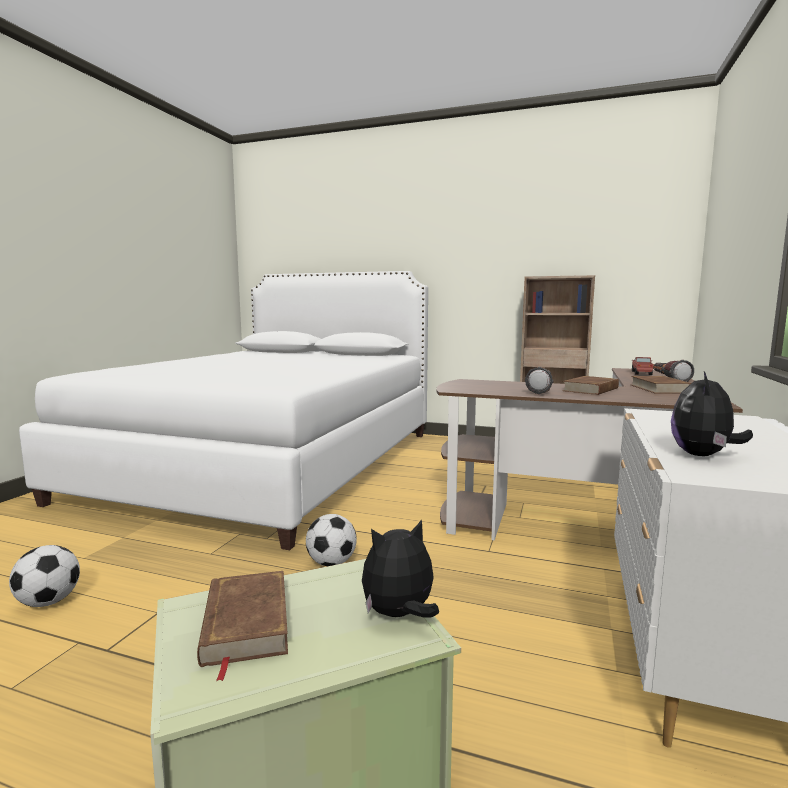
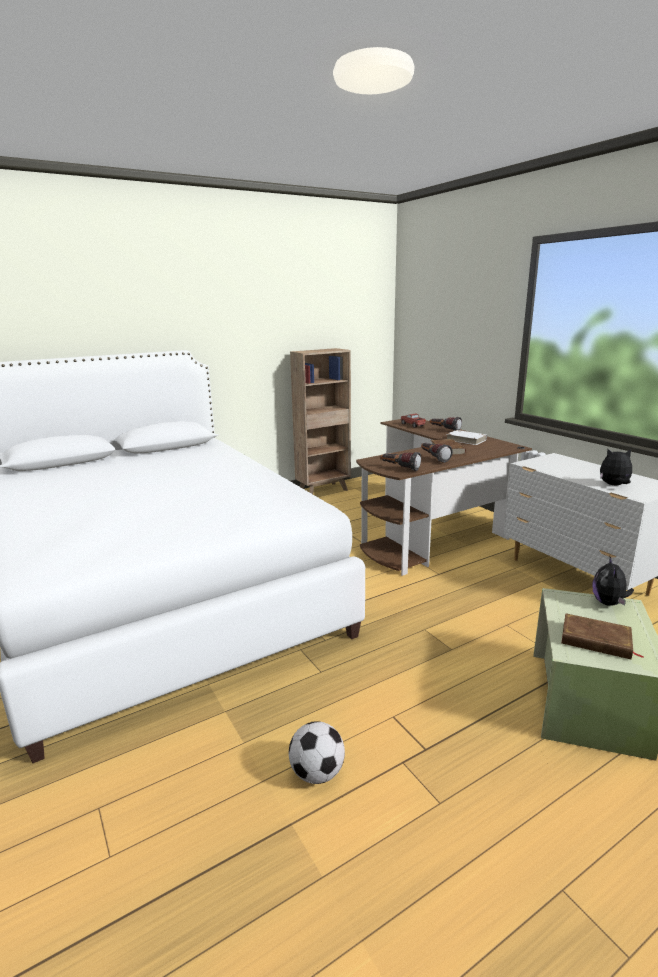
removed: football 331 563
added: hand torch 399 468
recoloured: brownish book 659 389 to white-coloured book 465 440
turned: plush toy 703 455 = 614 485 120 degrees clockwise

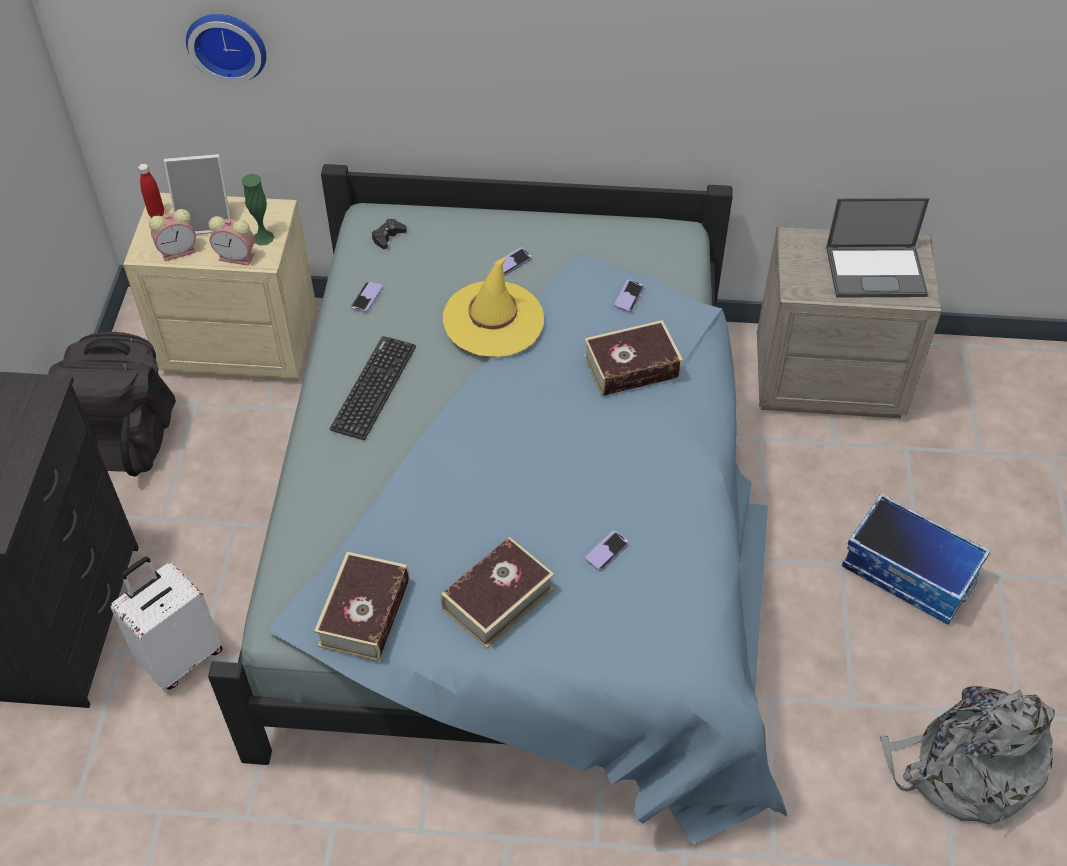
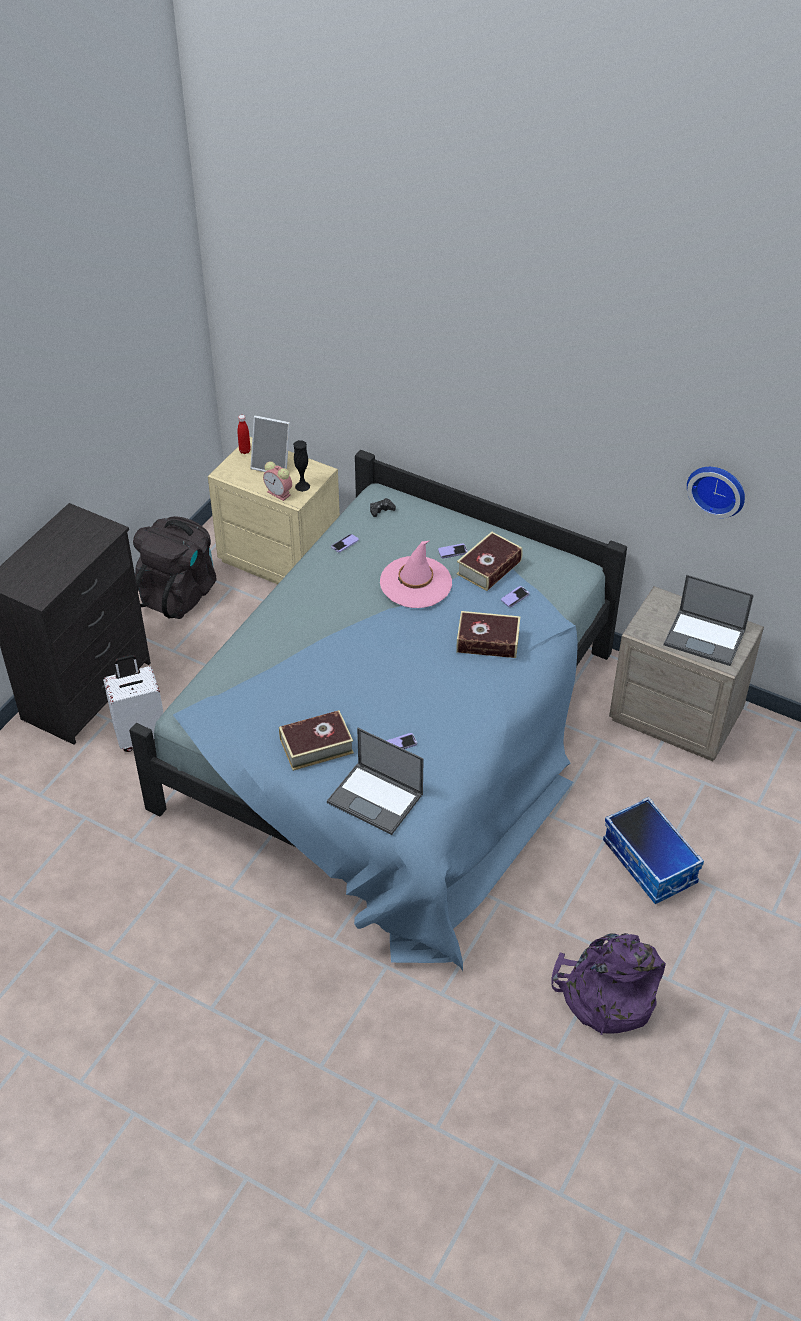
removed: table clock 179 251; PC keyboard 374 388
added: laptop 376 798
moved: wall clock 227 44 to 717 489; book 364 613 to 489 567
recoloured: green decorative vase 263 237 to black decorative vase 302 486; yellow-coloured hat 493 319 to pink-coloured hat 416 582; grey rucksack 963 769 to purple rucksack 605 995

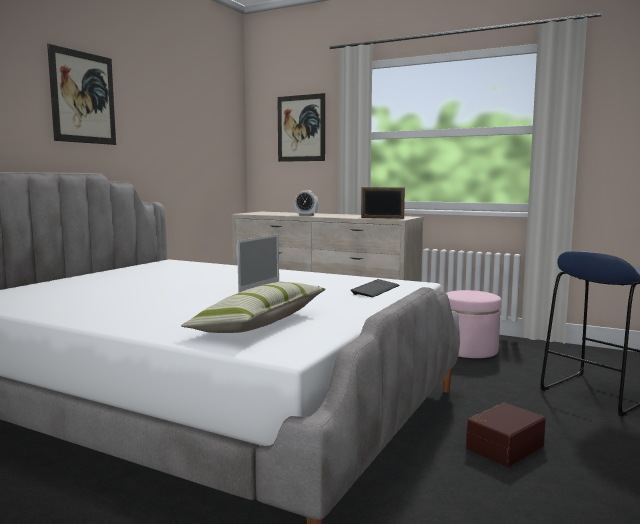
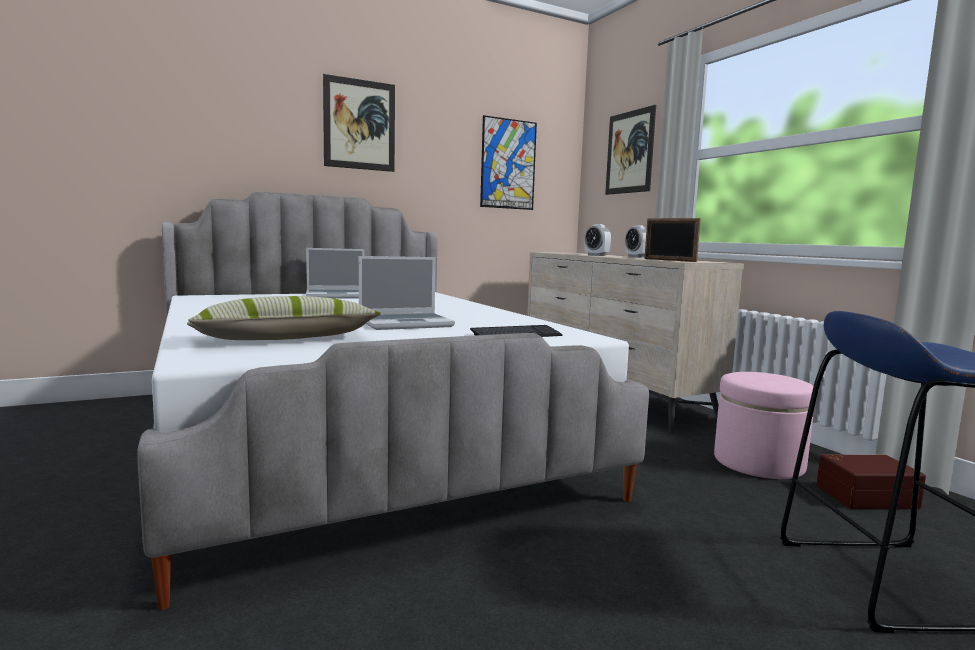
added: laptop 337 296; wall picture 508 164; table clock 636 256
moved: brownish storage container 503 446 to 864 495

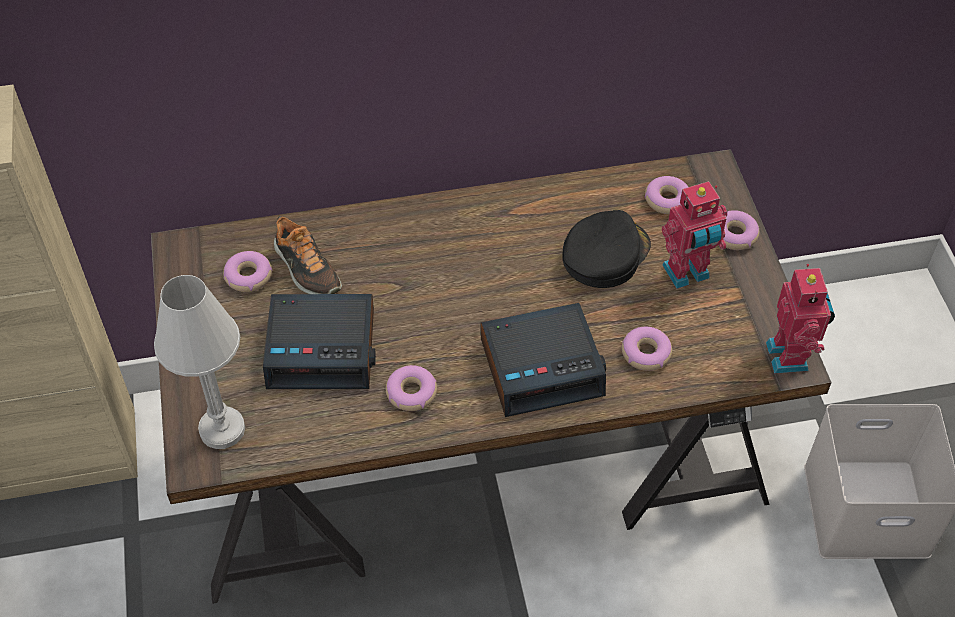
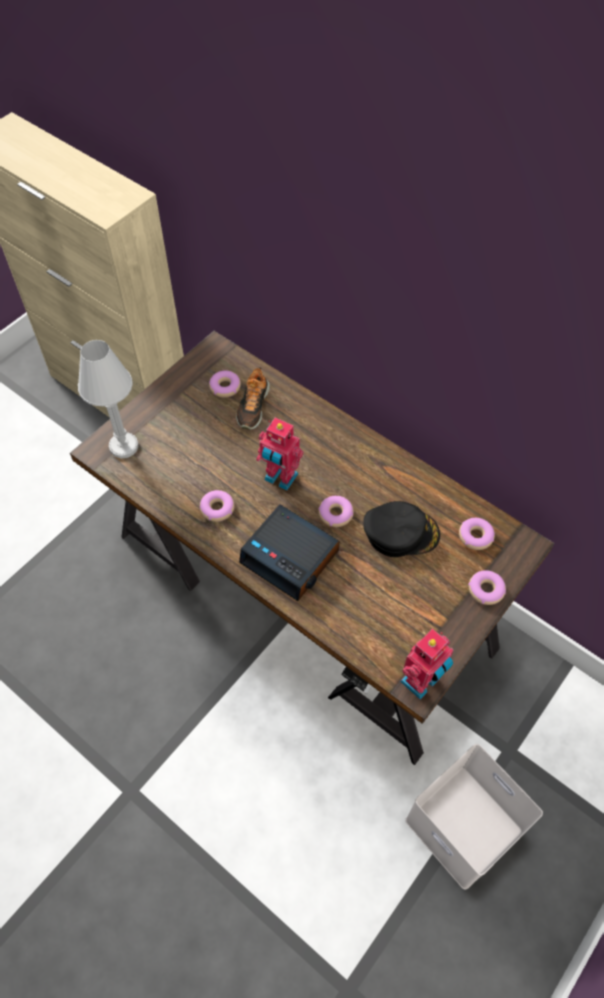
removed: table clock 323 349
moved: donut 645 353 to 335 514; toy robot 687 274 to 280 478

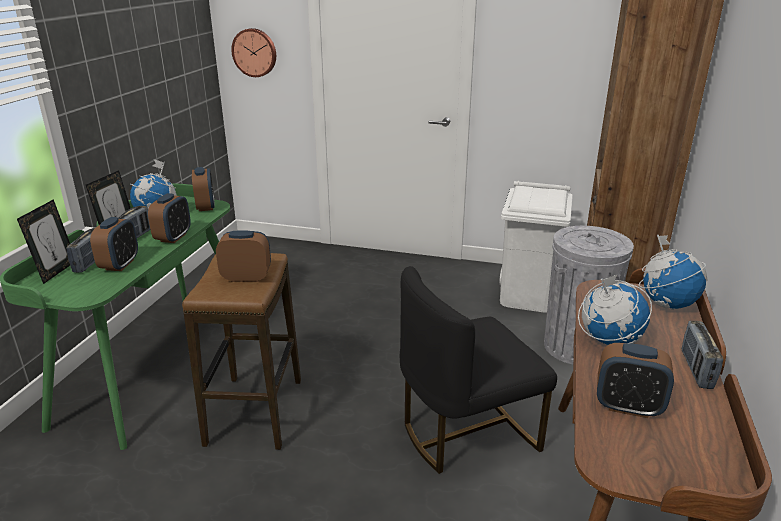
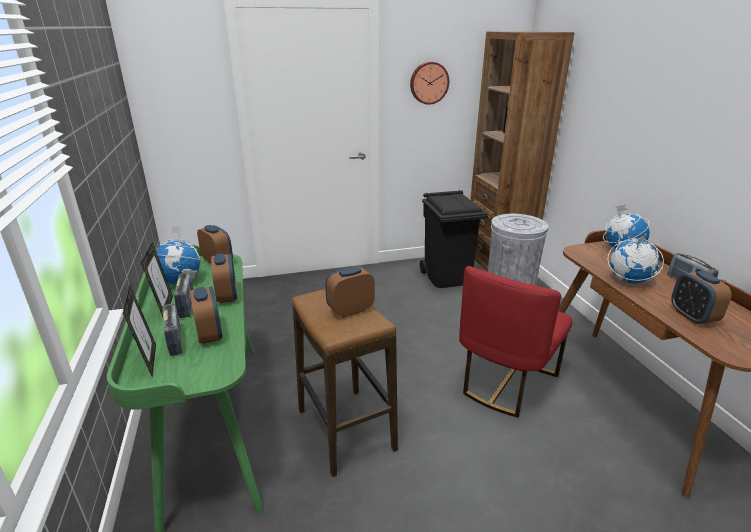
moved: wall clock 255 52 to 429 83
recoloured: black upright chair 466 432 to reddish upright chair 504 382; white-coloured rubbish bin 528 296 to black rubbish bin 447 277
turned: table clock 628 406 = 692 316 90 degrees clockwise

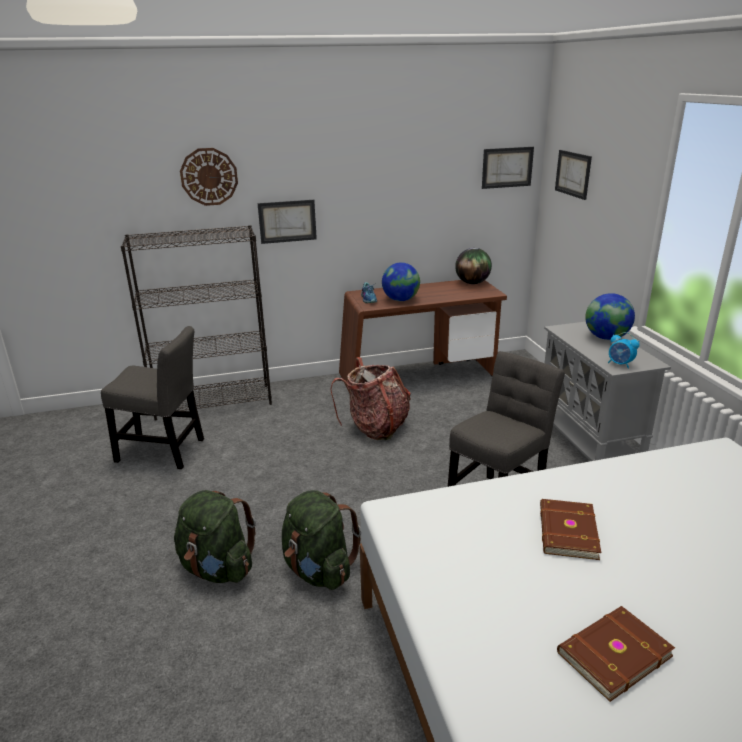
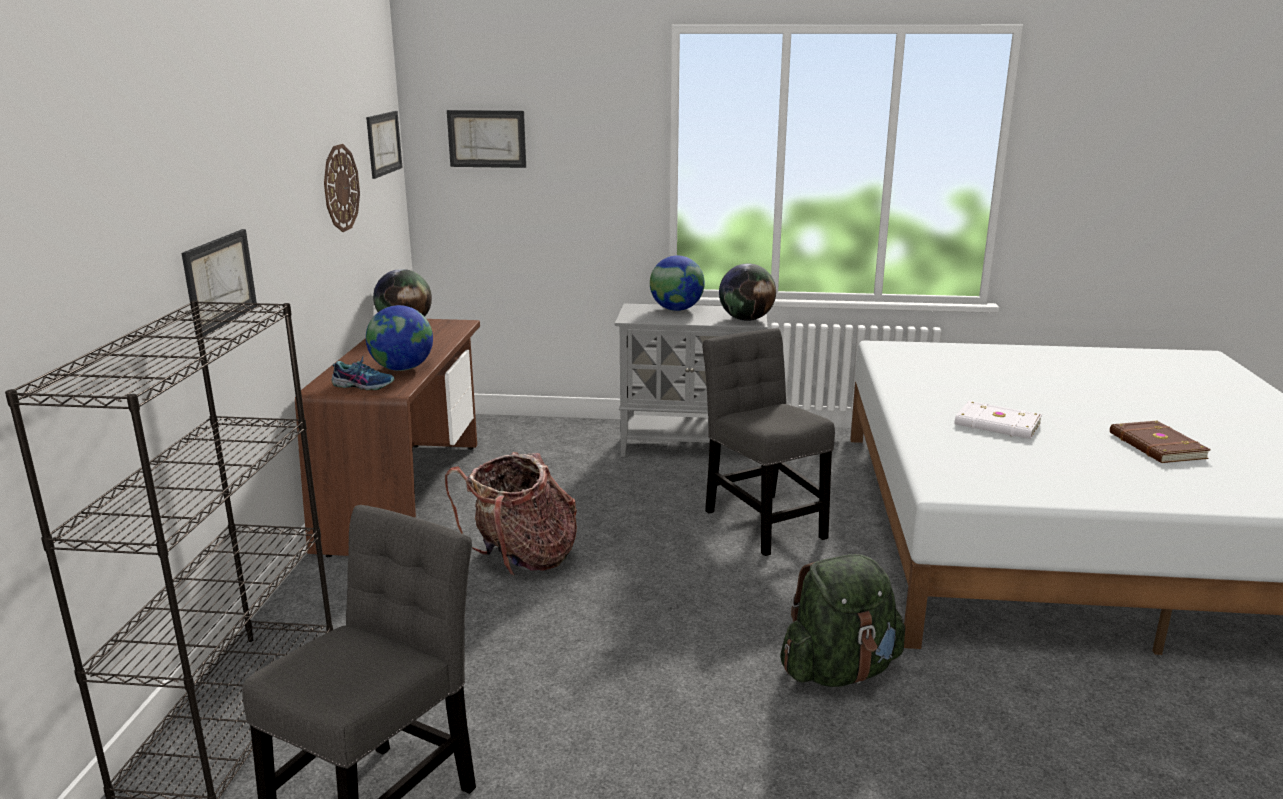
removed: green rucksack 218 568
moved: wall clock 209 177 to 340 188
replaced: table clock 620 364 to desk globe 746 319
recoloured: brownish book 566 532 to white-coloured book 997 425

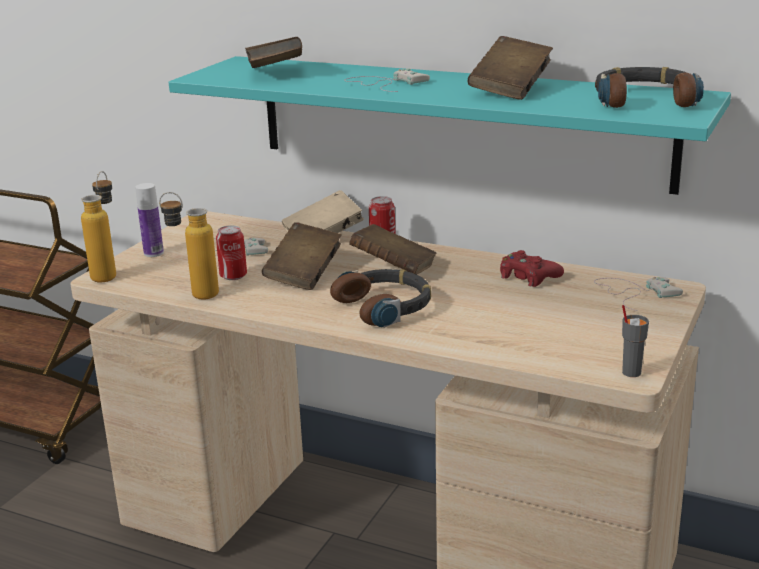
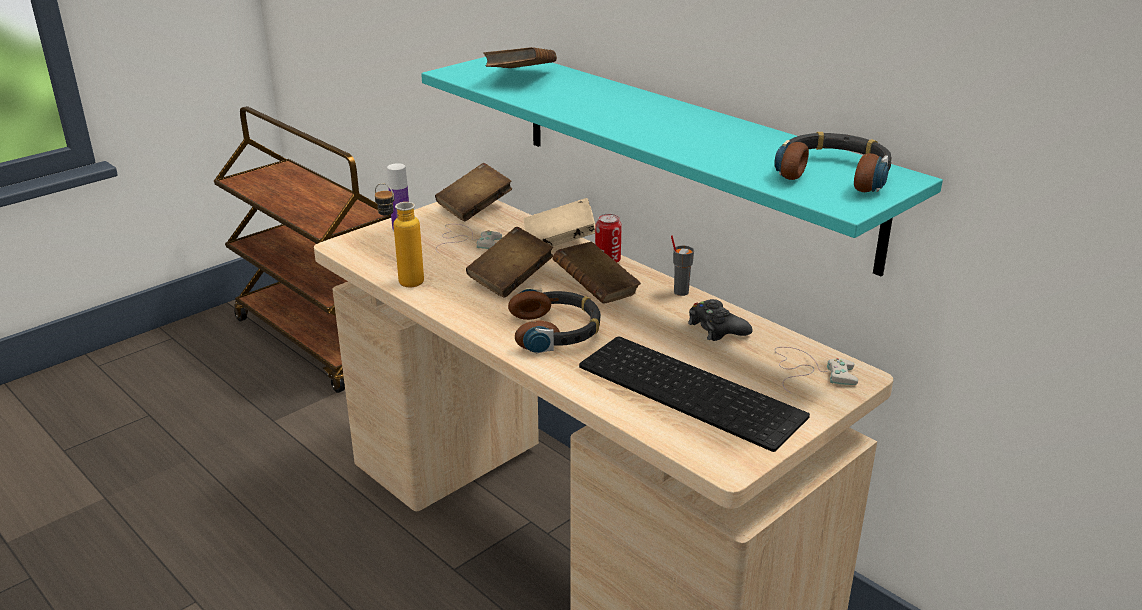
removed: drink bottle 108 274; metal can 233 276; white-coloured game controller 385 84
added: PC keyboard 694 390
moved: brownish book 510 89 to 474 208; grey drinking cup 630 372 to 680 292
recoloured: reddish game controller 528 277 to black game controller 716 328

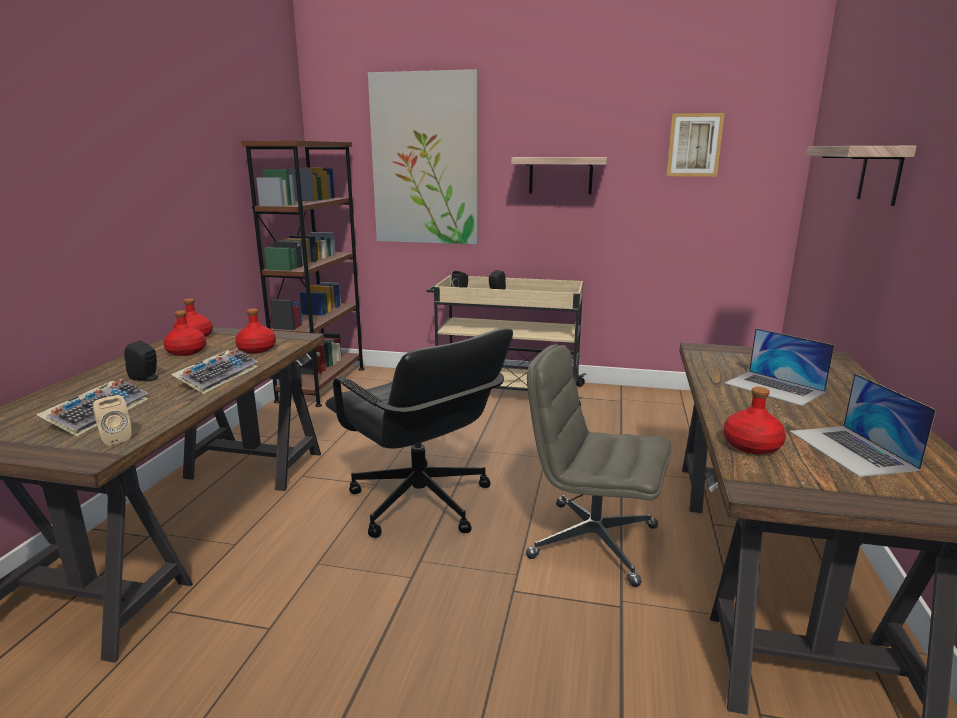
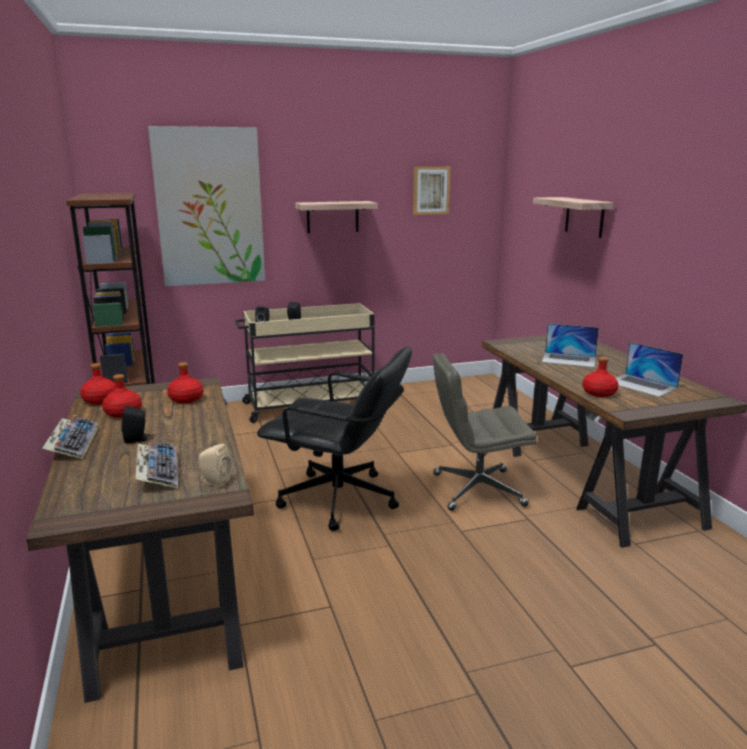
moved: PC keyboard 218 377 to 72 443

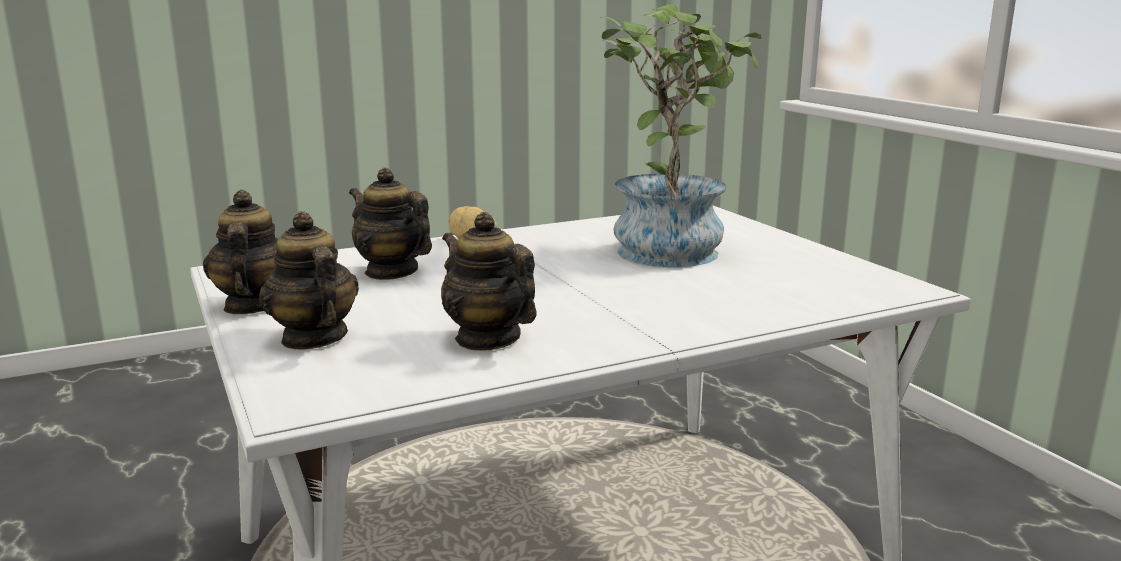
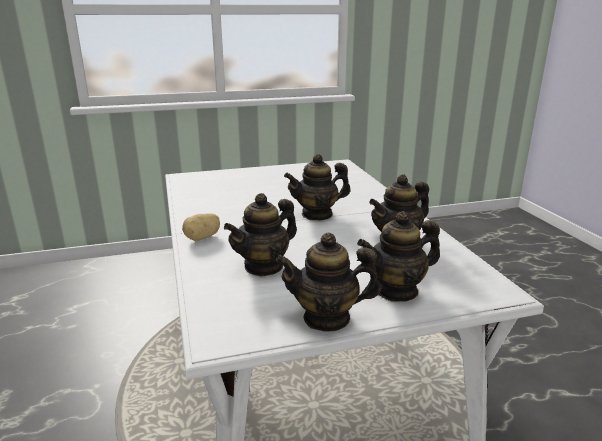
removed: houseplant 669 247
added: tea pot 317 214

